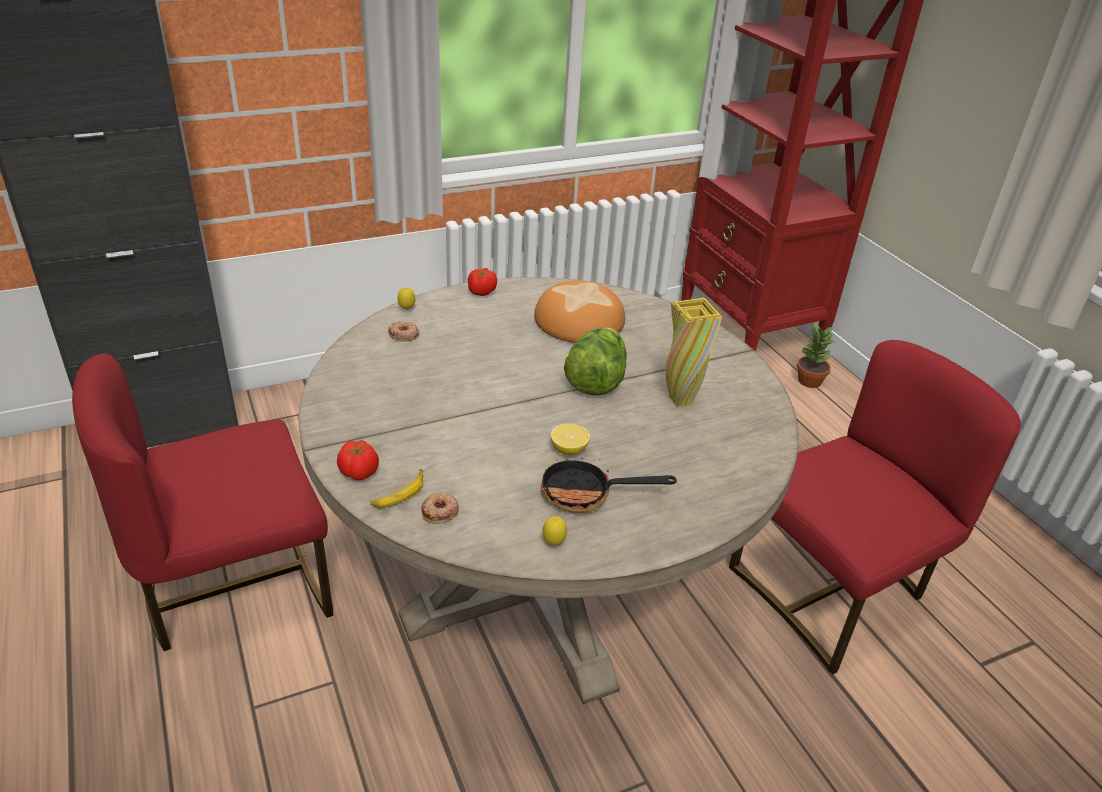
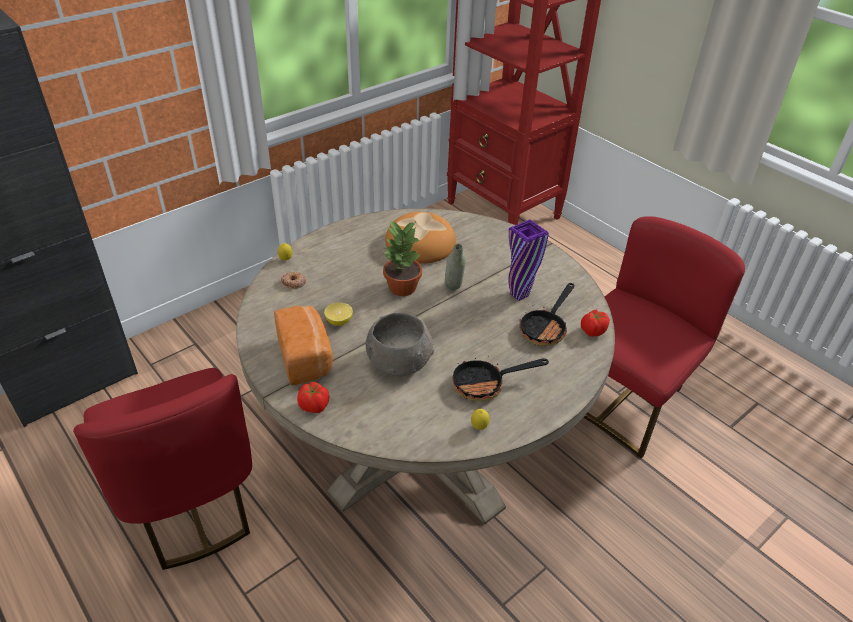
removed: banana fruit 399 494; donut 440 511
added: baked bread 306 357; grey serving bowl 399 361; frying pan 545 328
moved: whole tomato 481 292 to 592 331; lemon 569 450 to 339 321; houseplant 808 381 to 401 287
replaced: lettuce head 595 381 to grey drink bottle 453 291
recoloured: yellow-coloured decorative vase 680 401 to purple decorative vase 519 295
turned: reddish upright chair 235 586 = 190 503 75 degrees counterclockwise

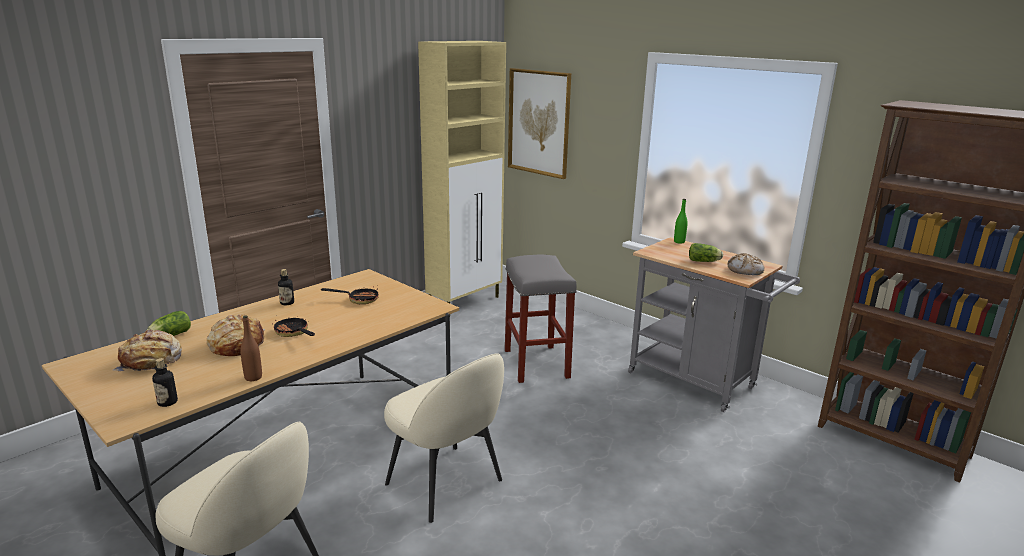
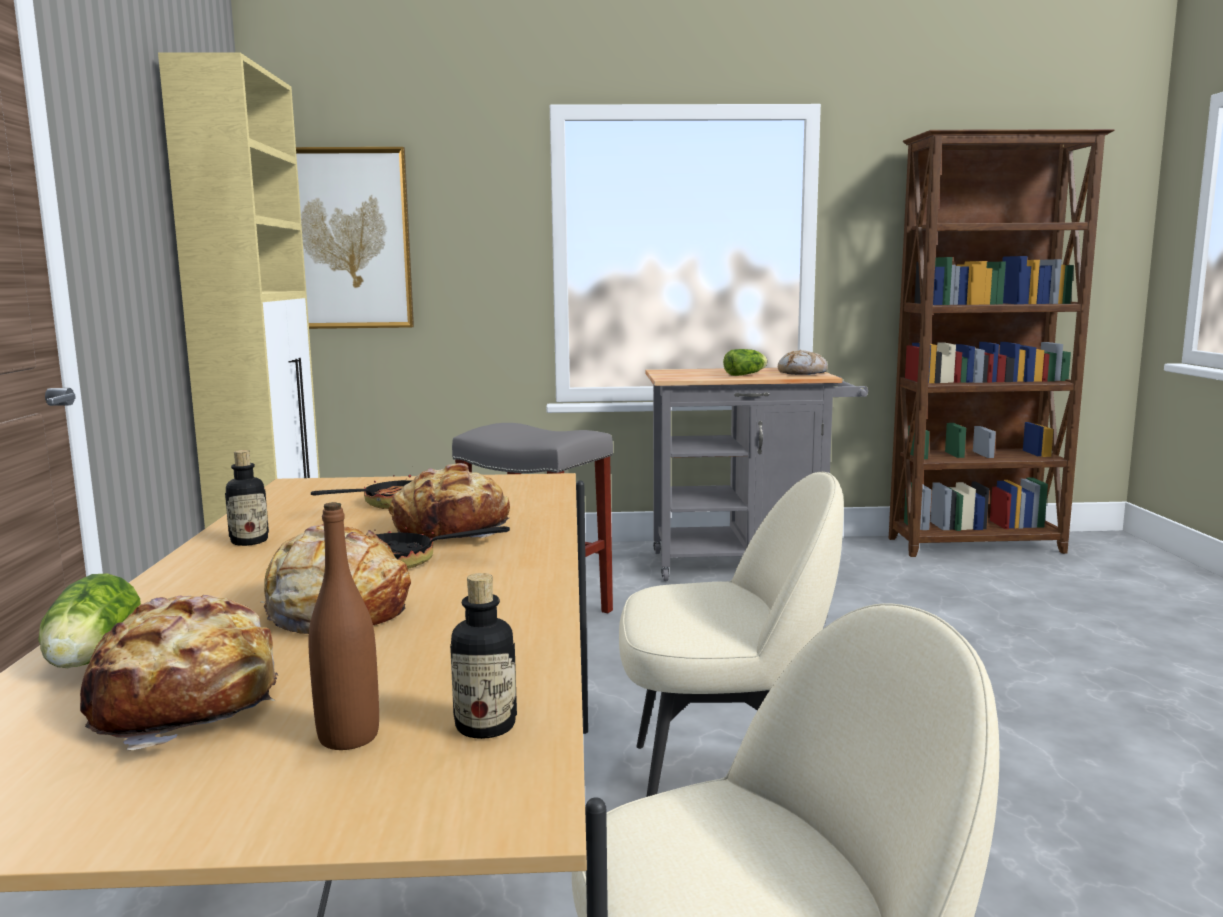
removed: green drink bottle 679 242
added: baked bread 453 529
moved: brownish drink bottle 253 377 to 348 737

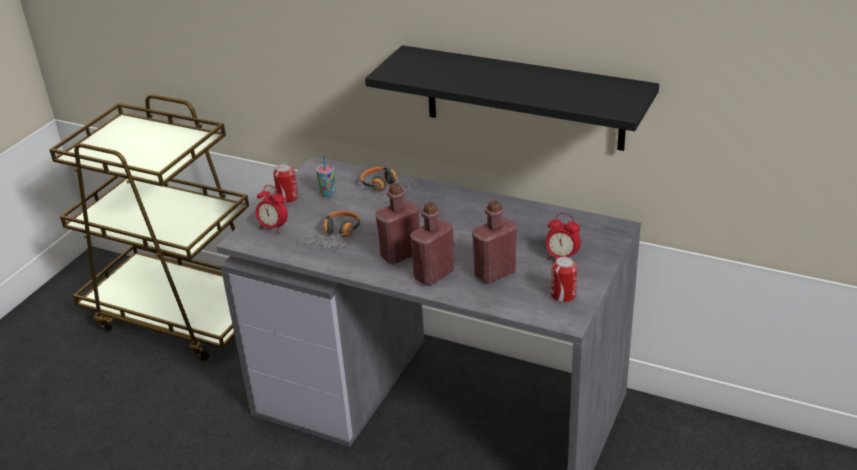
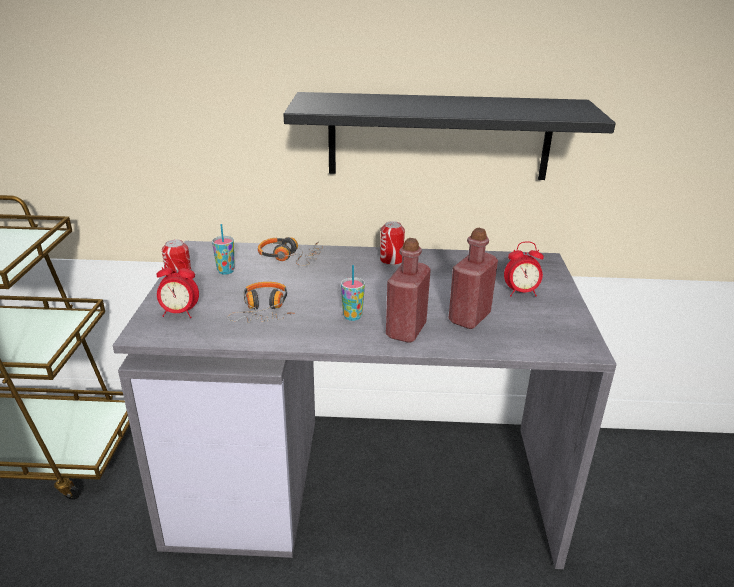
moved: metal can 563 295 to 391 260
replaced: reddish drink bottle 400 254 to drinking cup 352 316

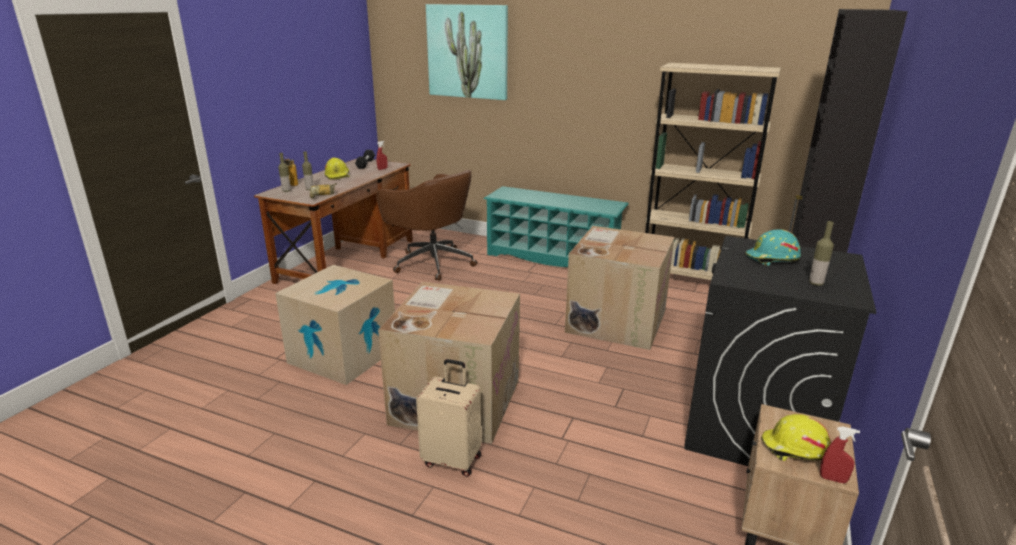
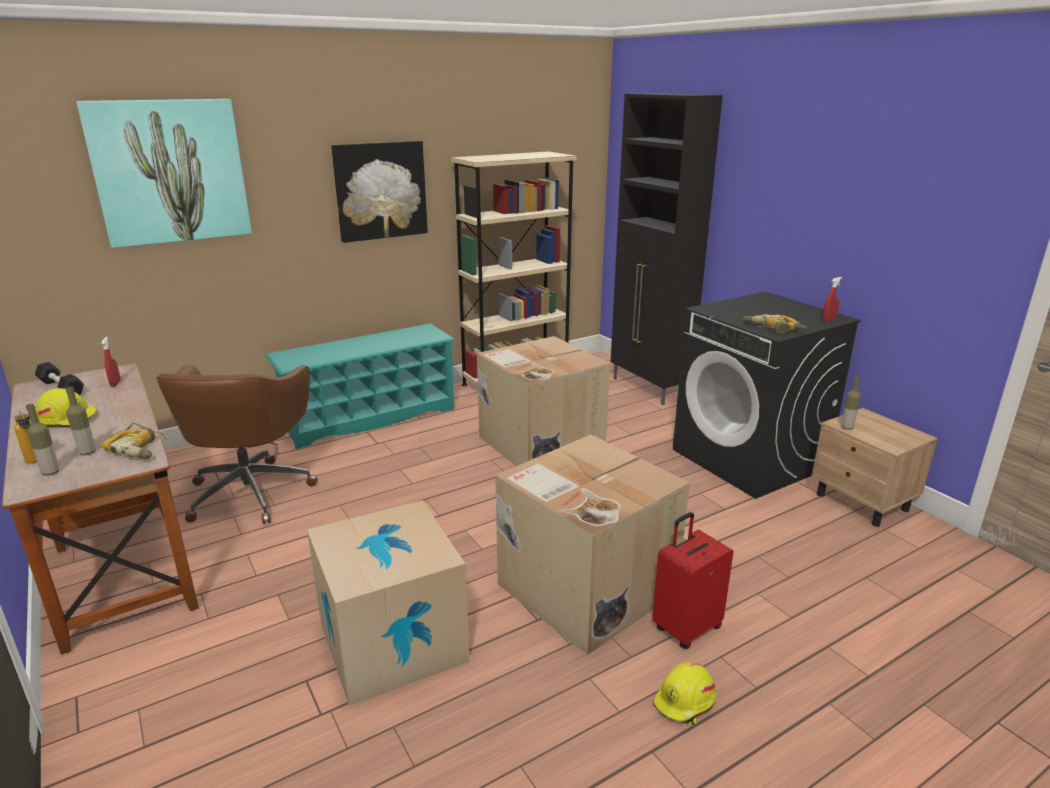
removed: turquoise-coloured work helmet 772 259
added: wall picture 380 190; power drill 773 329
moved: yellow-coloured work helmet 794 449 to 685 702; drink bottle 816 283 to 847 428; reddish hand sprayer 833 479 to 829 320
recoloured: beige-coloured piece of luggage 452 460 to reddish piece of luggage 685 627
turned: brownish computer chair 432 263 = 251 491 105 degrees clockwise

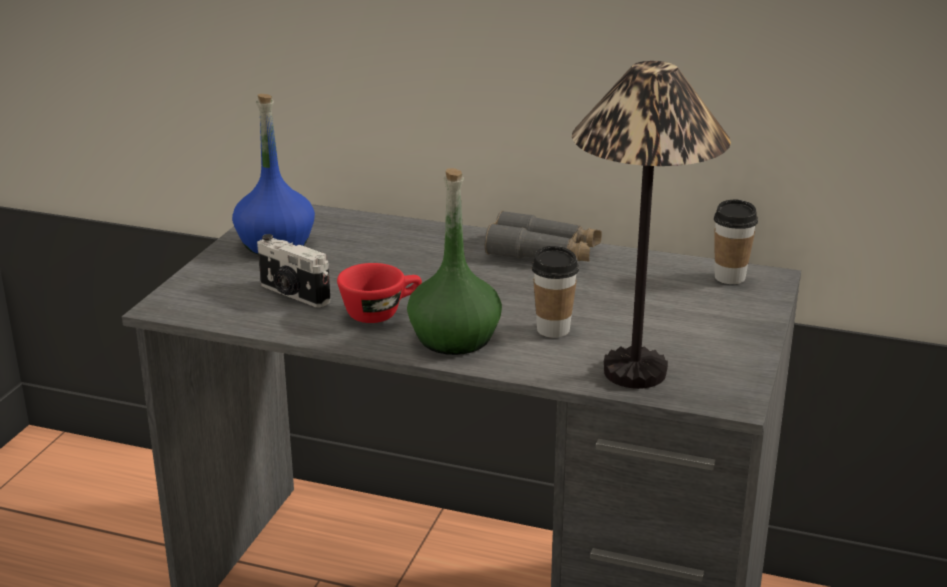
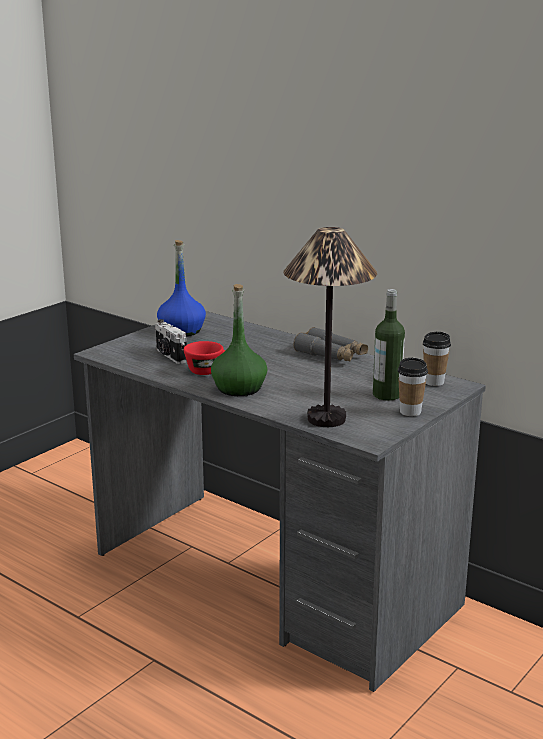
added: drink bottle 387 395
moved: drinking cup 553 330 to 410 412

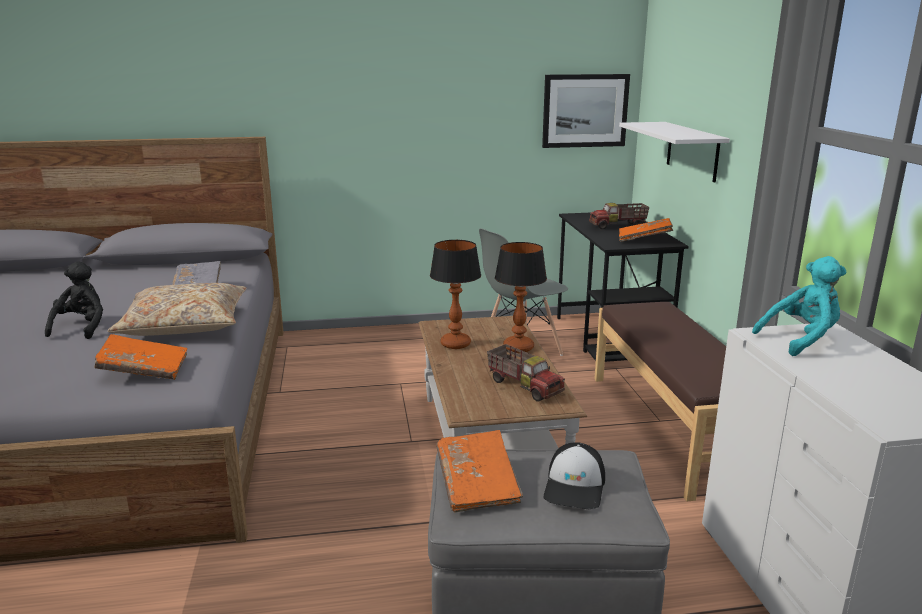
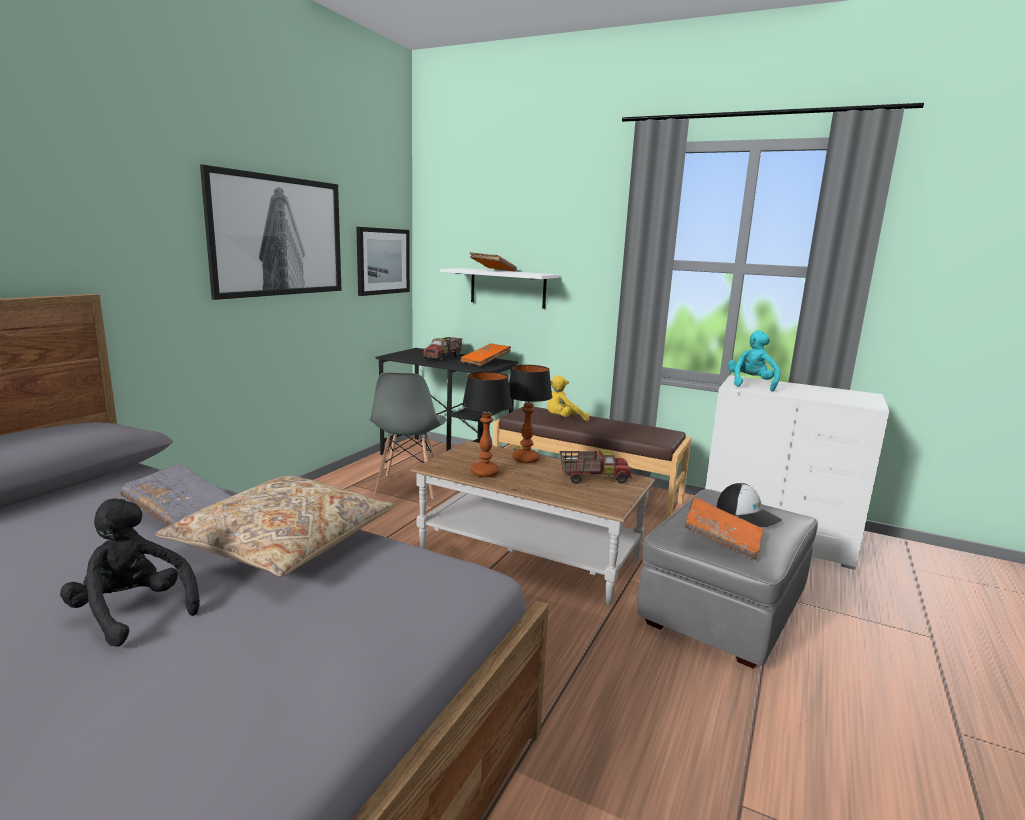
added: wall picture 279 236; yellow-coloured plush toy 563 420
moved: orangey book 144 370 to 493 271

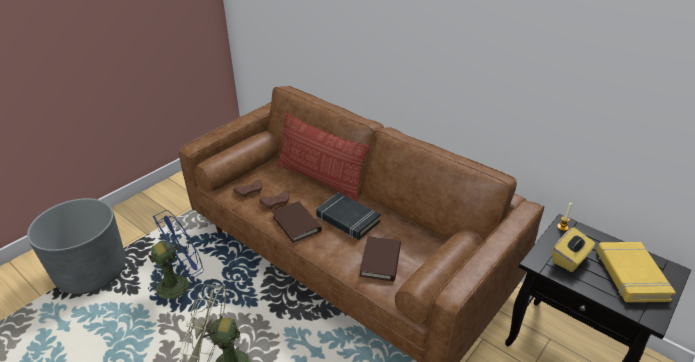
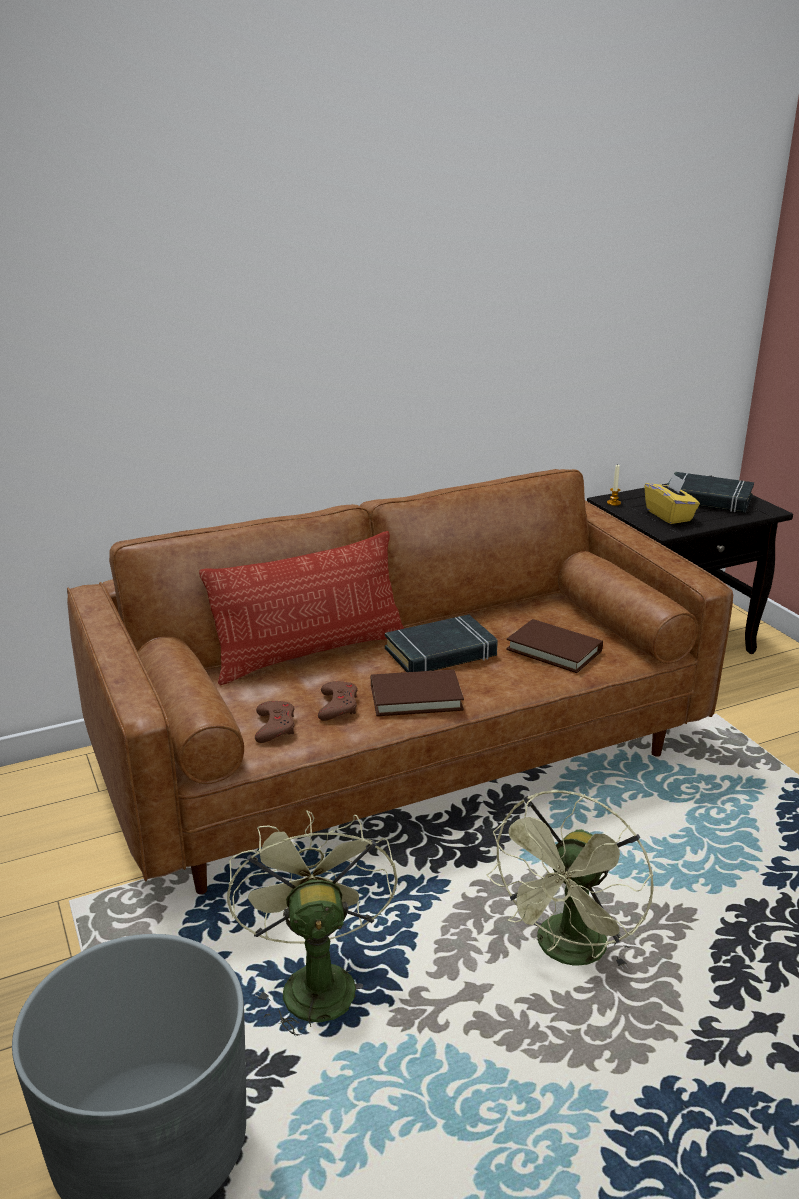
recoloured: blue-coloured cooling fan 180 283 to green cooling fan 314 981; yellow-coloured book 630 275 to black book 707 499

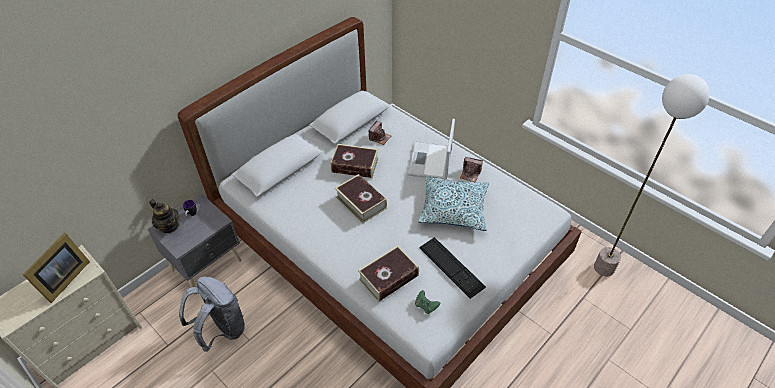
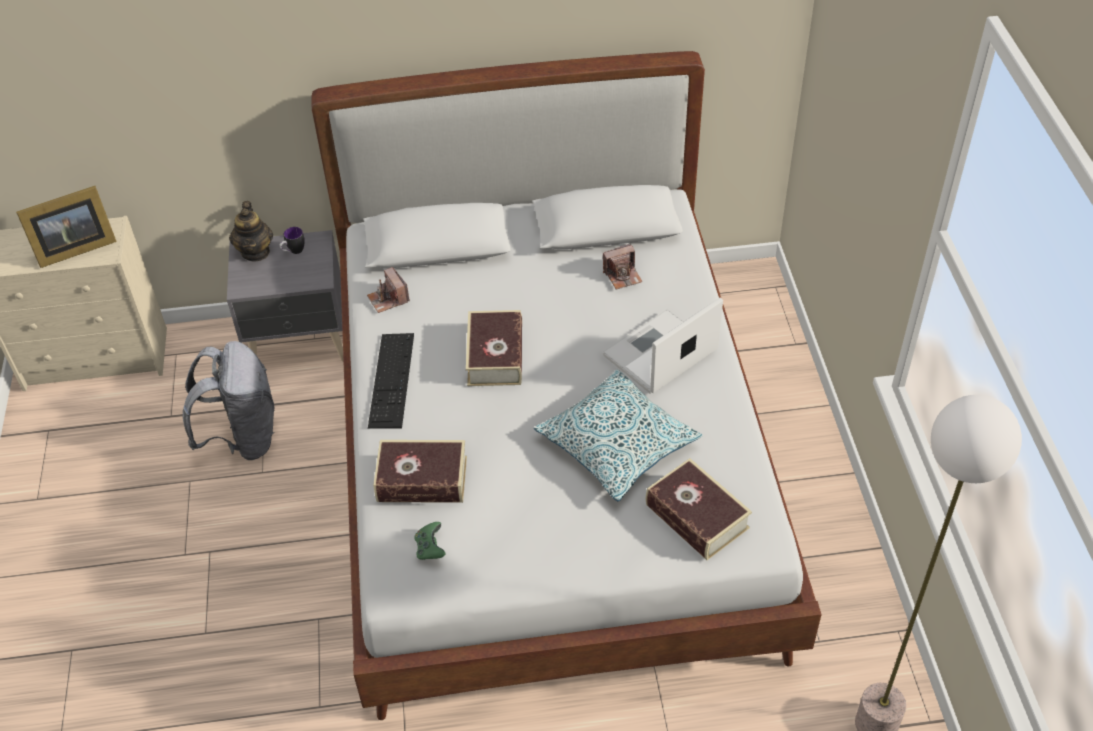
moved: book 355 165 to 697 516; PC keyboard 451 267 to 391 380; photo camera 470 174 to 388 299

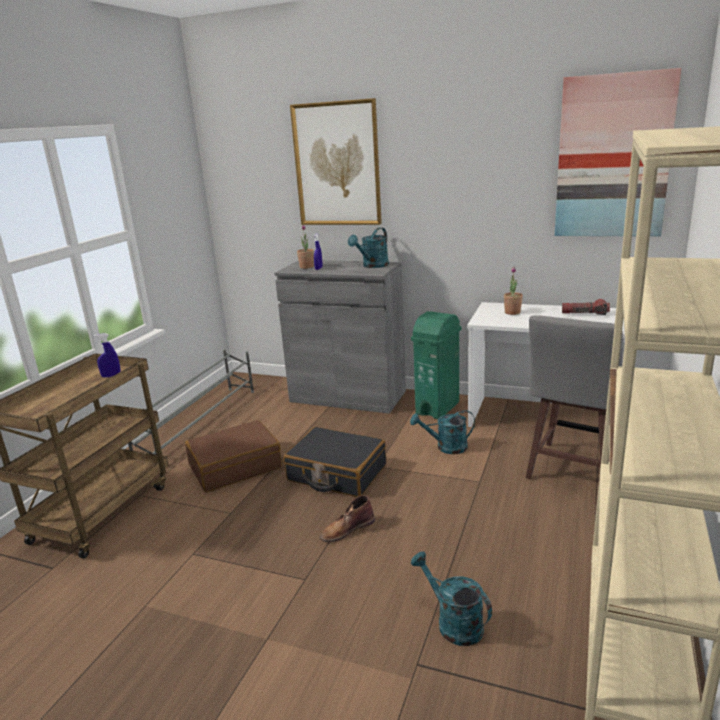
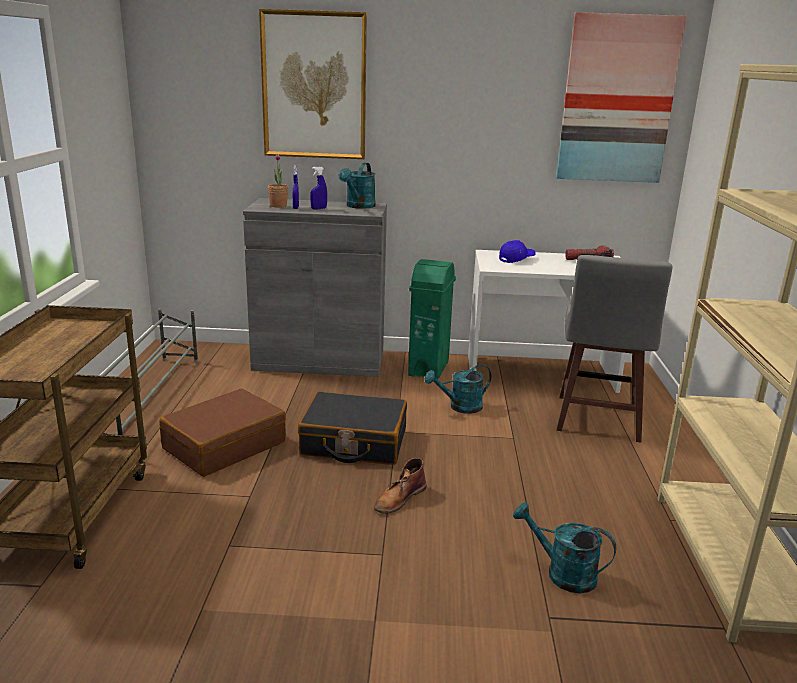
moved: blue-coloured hand sprayer 111 376 to 318 209
replaced: houseplant 512 312 to blue-coloured baseball cap 516 259

